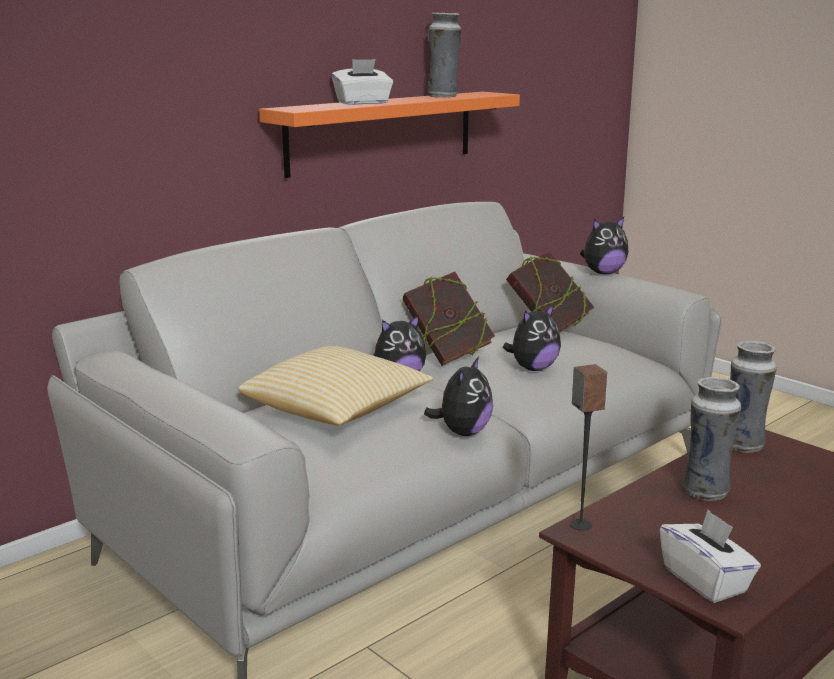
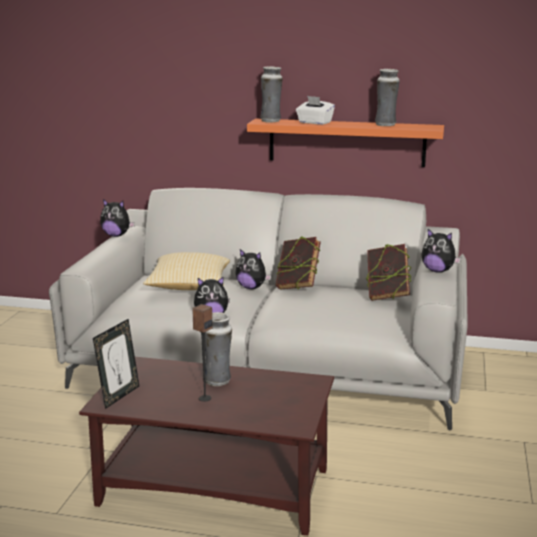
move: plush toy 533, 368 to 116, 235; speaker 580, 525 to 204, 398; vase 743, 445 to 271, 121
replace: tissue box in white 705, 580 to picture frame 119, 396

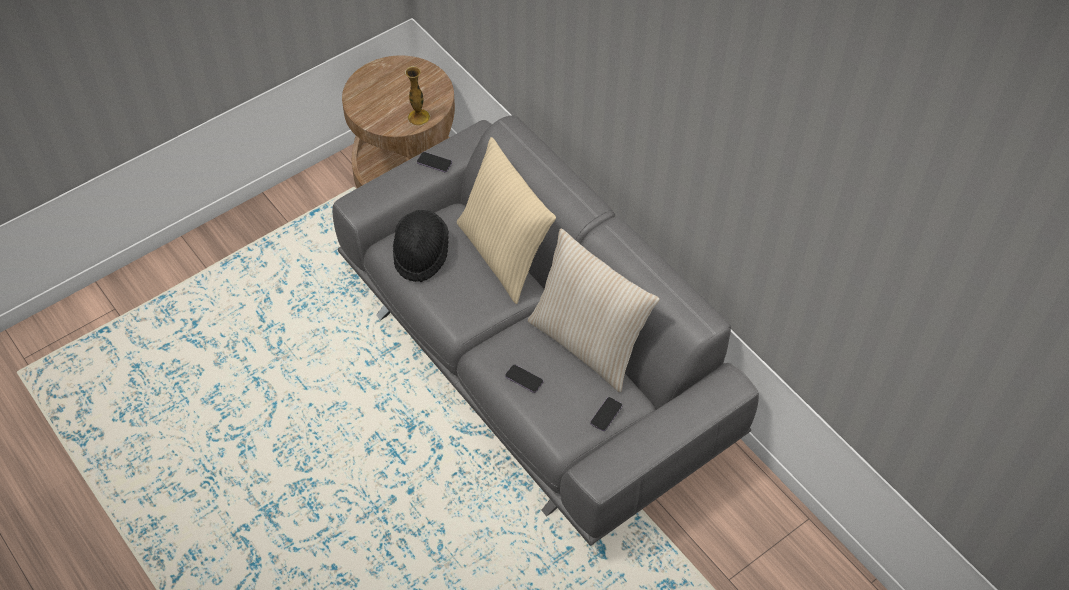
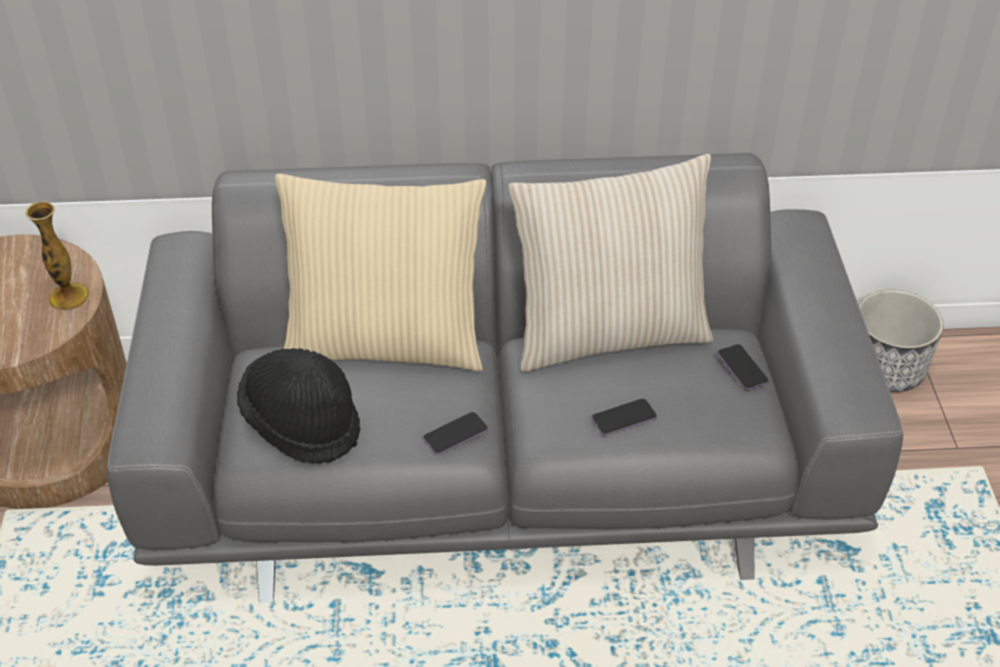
insert: planter 885, 368
move: phone 434, 163 to 455, 435

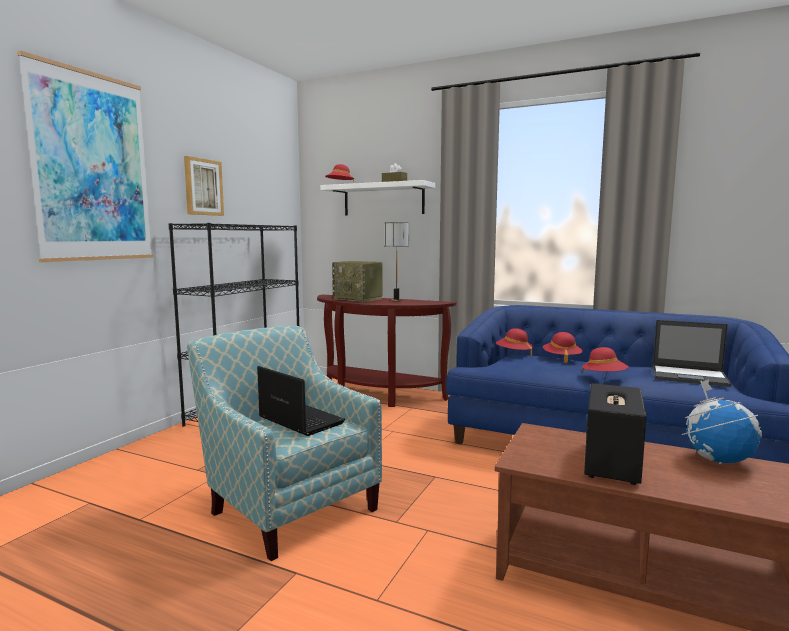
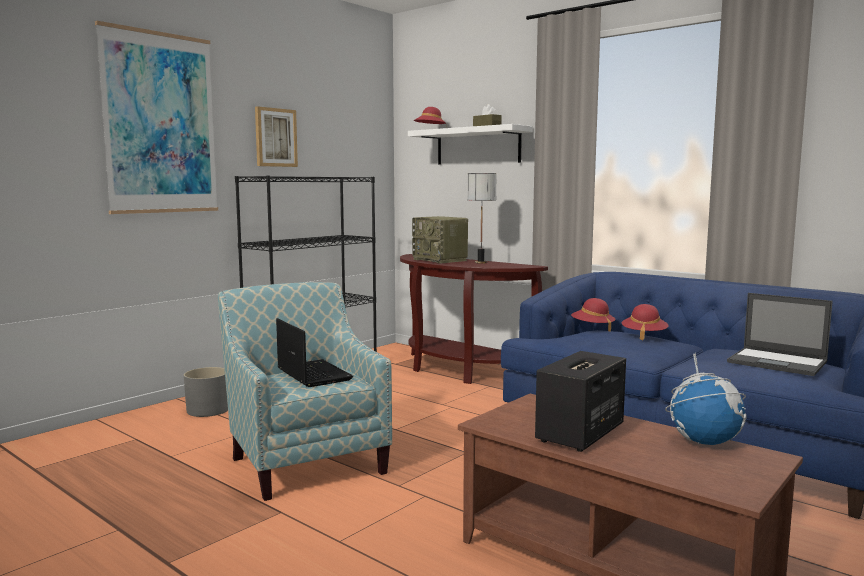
delete: hat in red 604, 377
insert: planter in grey 208, 410

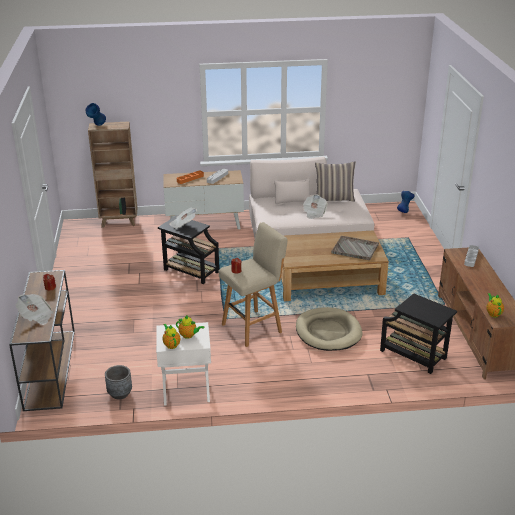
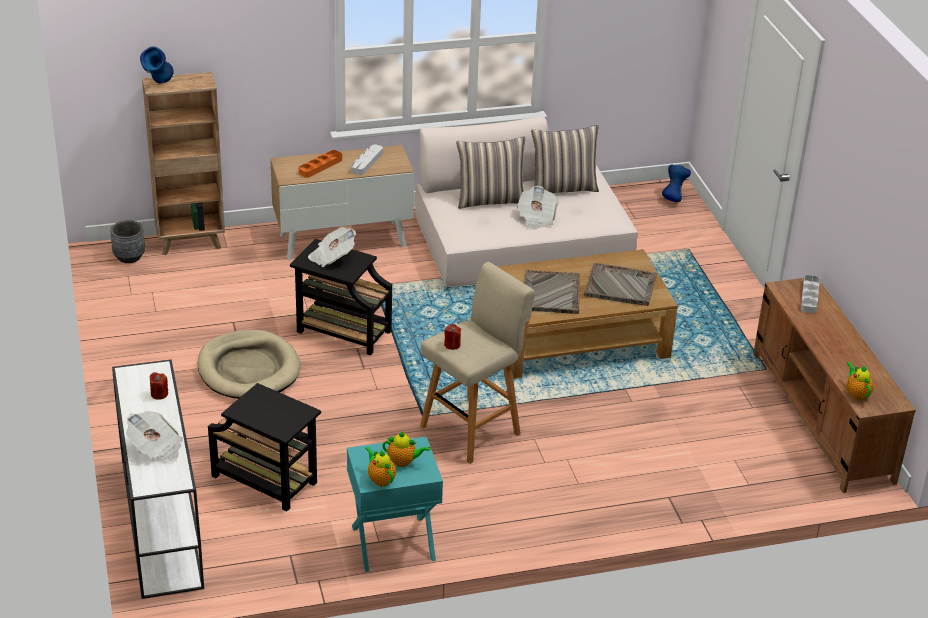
insert: pillow 490, 200; tray in grey 551, 294
move: planter in grey 119, 393 to 129, 257; dog bed in beige 328, 332 to 248, 369; side table in black 414, 355 to 267, 481
recolor: console table in brown 50, 368 to console table in white 161, 522; nightstand in white 186, 390 to nightstand in turquoise 393, 544

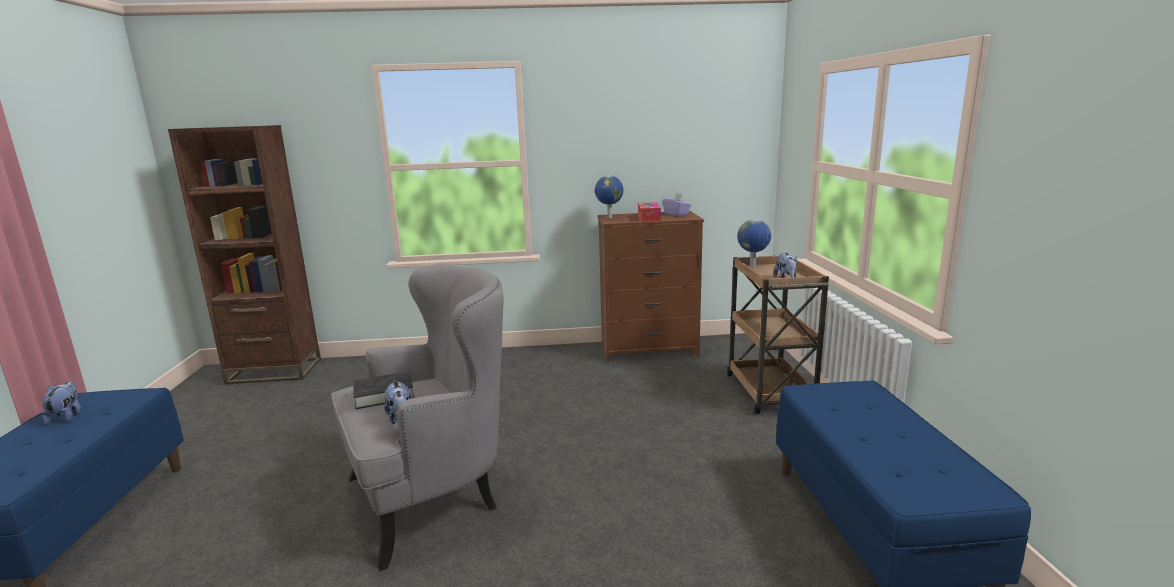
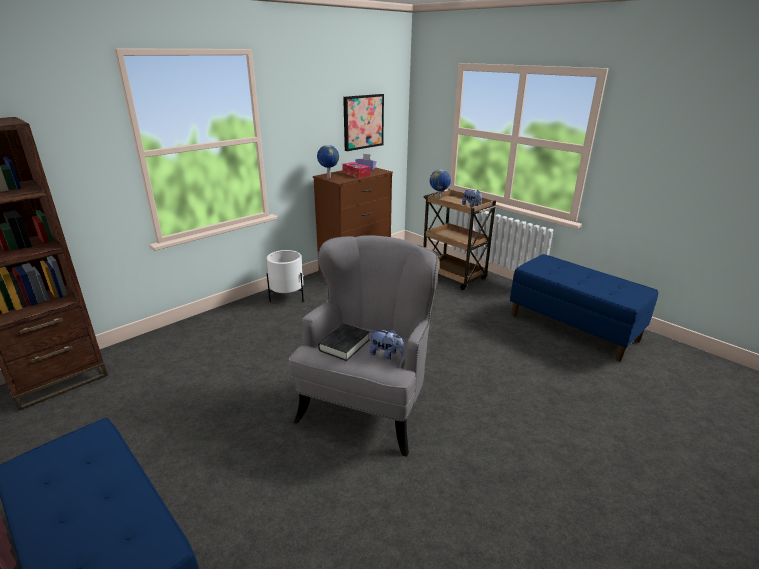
delete: plush toy 66, 417
insert: planter in white 287, 297; picture 363, 122

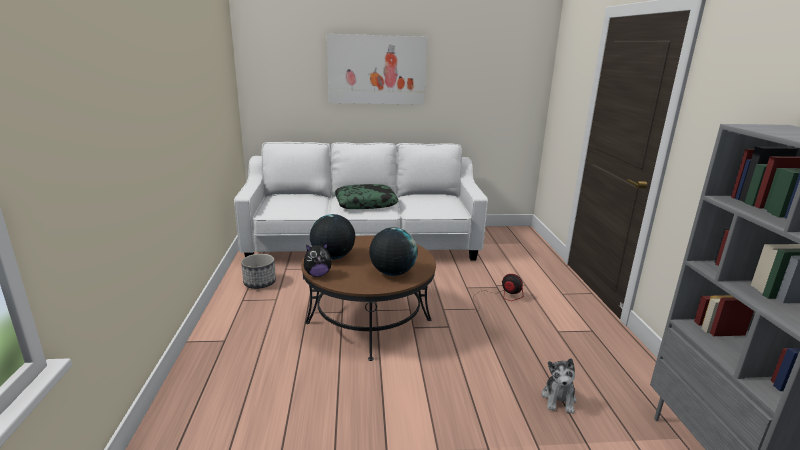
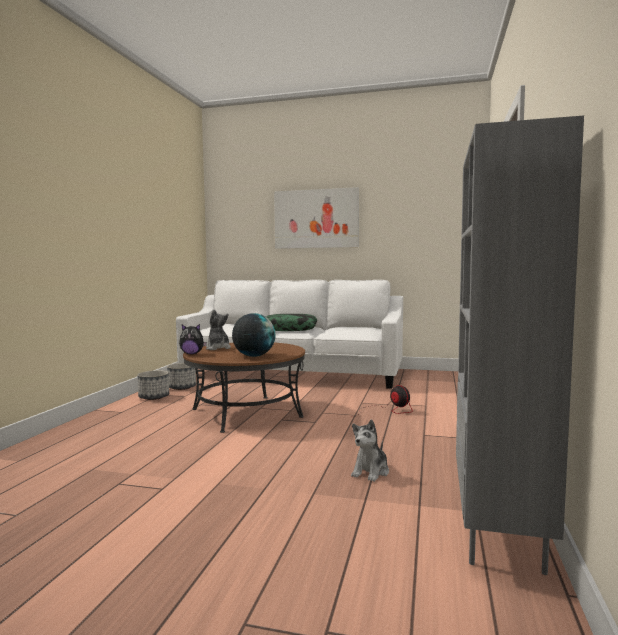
insert: planter 154, 397
replace: globe 333, 257 to plush toy 218, 348

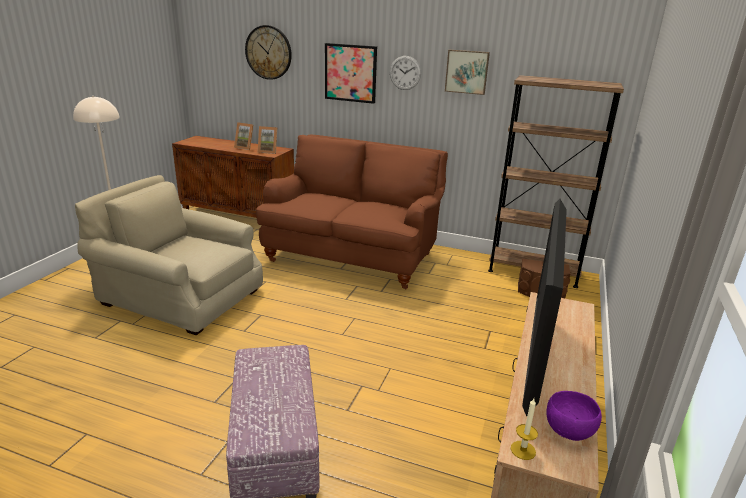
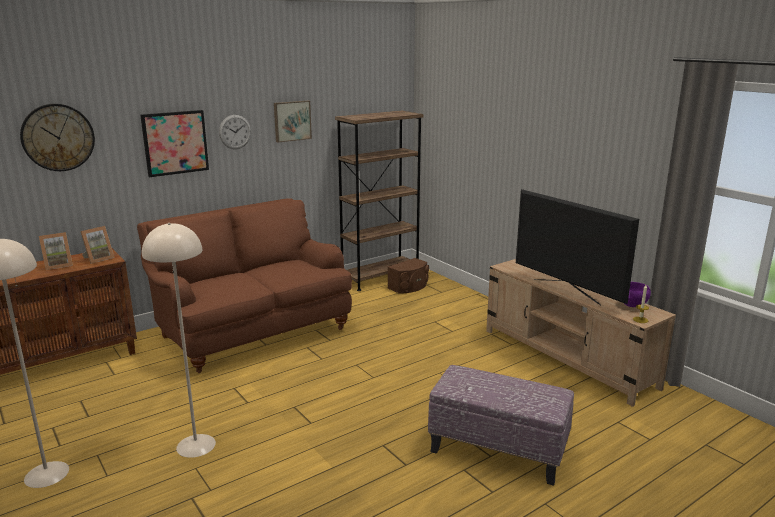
replace: armchair in beige 181, 297 to floor lamp in beige 195, 445

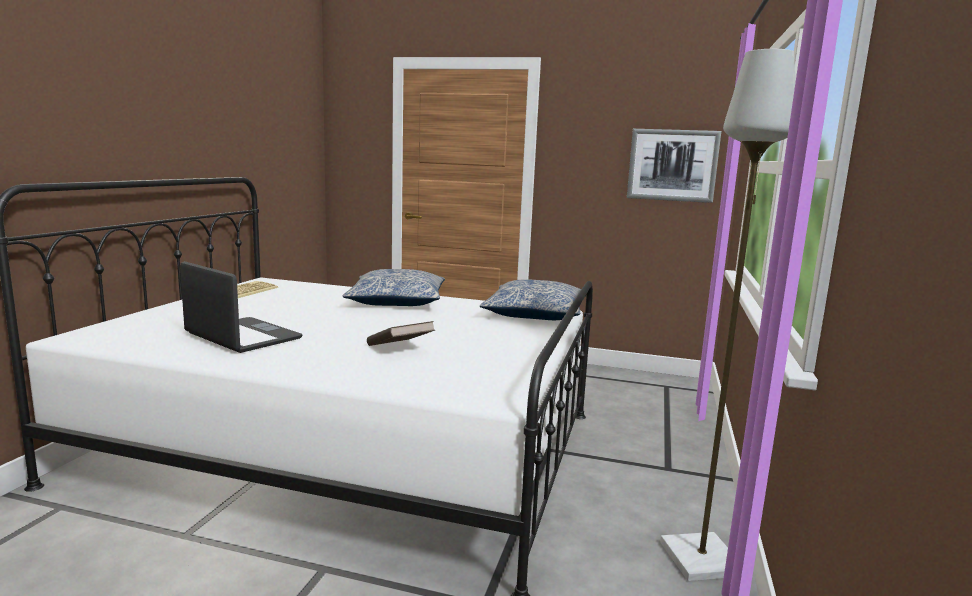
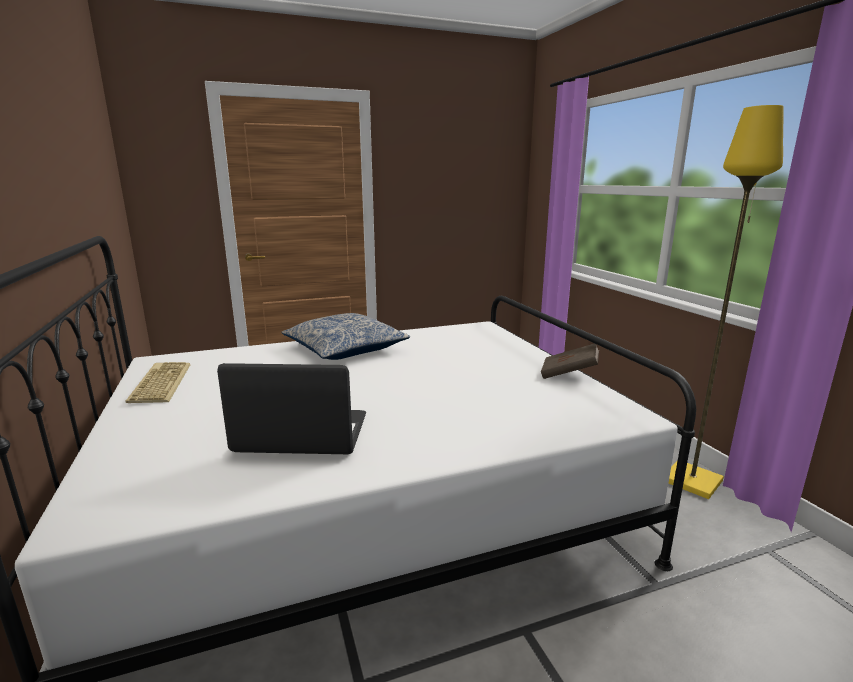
delete: pillow 535, 314; picture 672, 165
move: book in brown 399, 349 to 569, 374
recolor: floor lamp in grey 703, 559 to floor lamp in yellow 693, 480

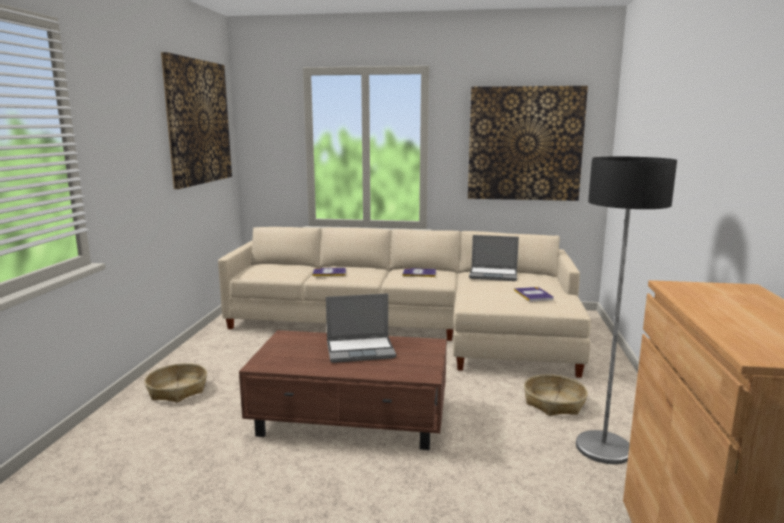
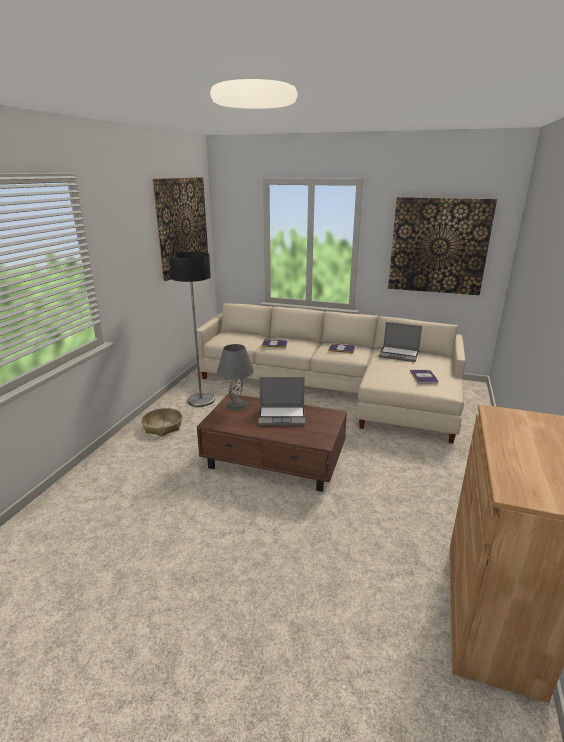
delete: basket 554, 403
insert: table lamp in grey 236, 405
move: floor lamp 602, 448 to 201, 400

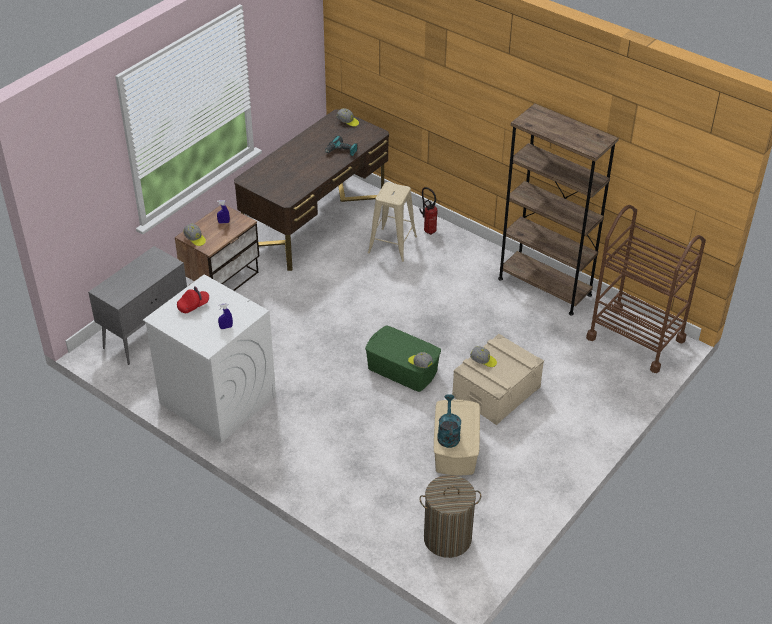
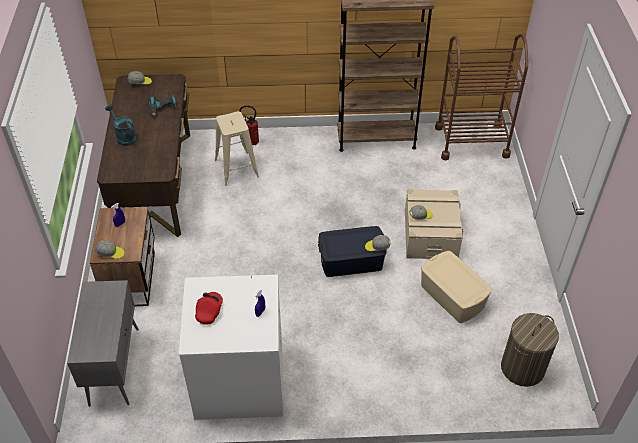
move: watering can in turquoise 448, 434 to 124, 136
recolor: storage box in green 402, 370 to storage box in blue 351, 261

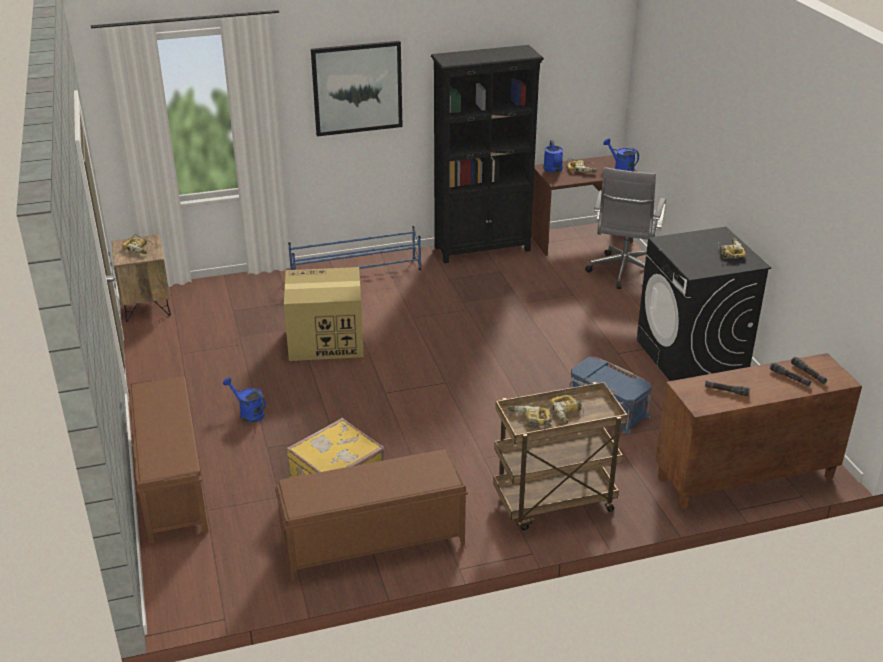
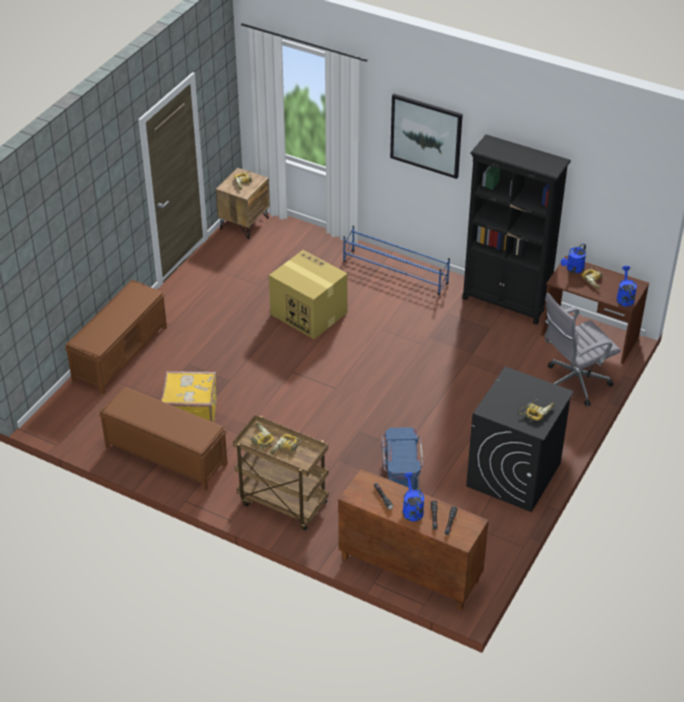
move: watering can in blue 248, 413 to 411, 509

